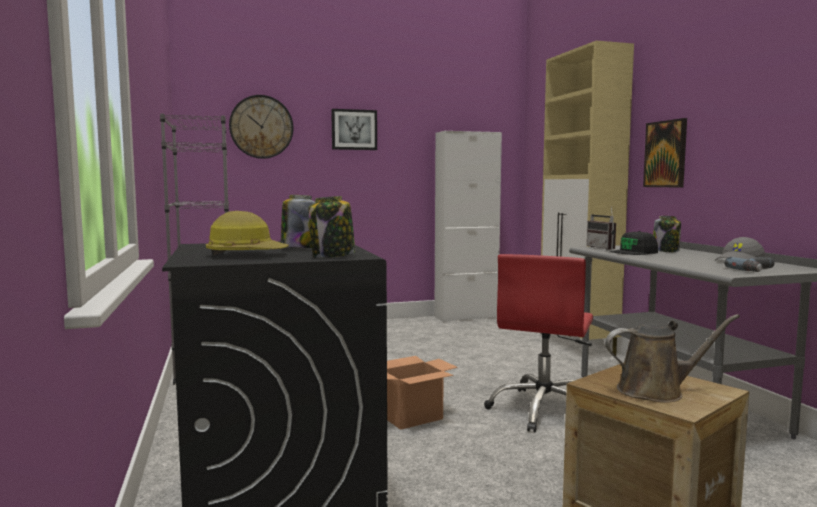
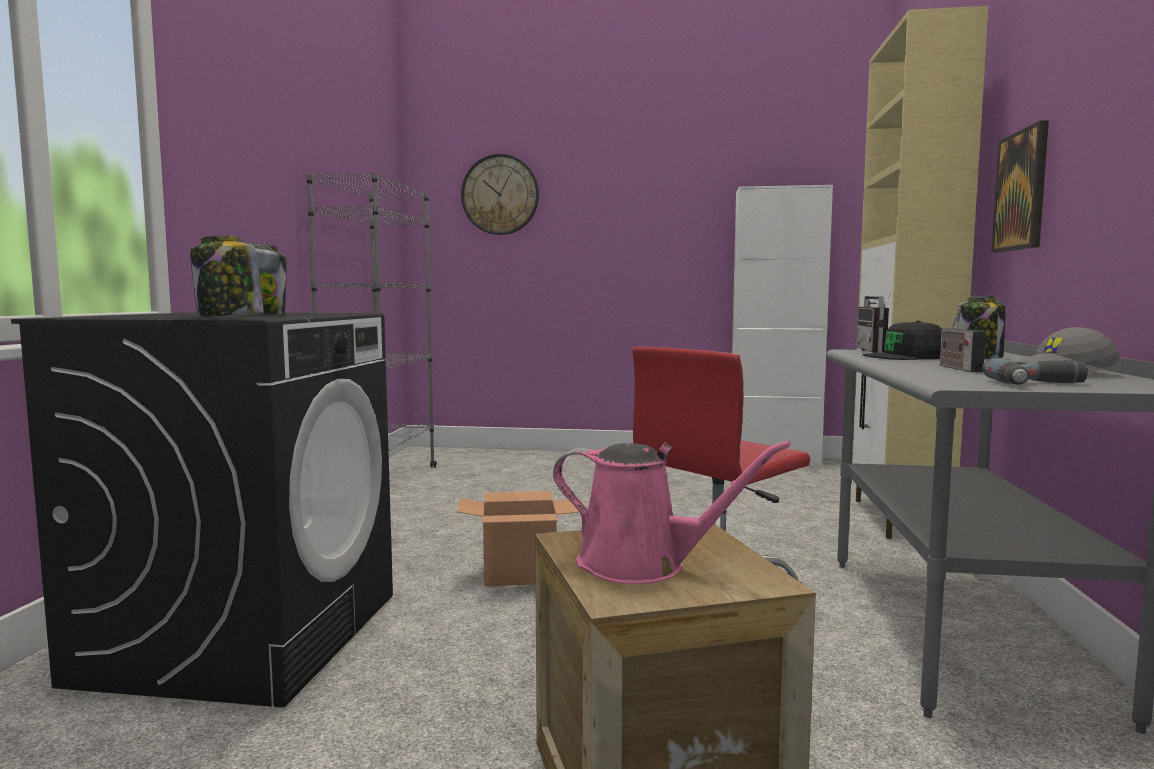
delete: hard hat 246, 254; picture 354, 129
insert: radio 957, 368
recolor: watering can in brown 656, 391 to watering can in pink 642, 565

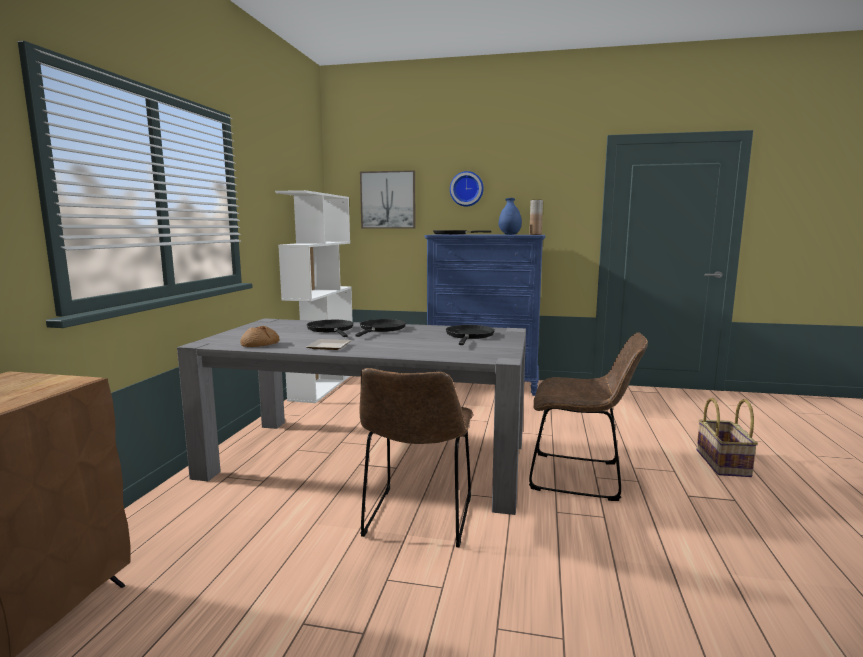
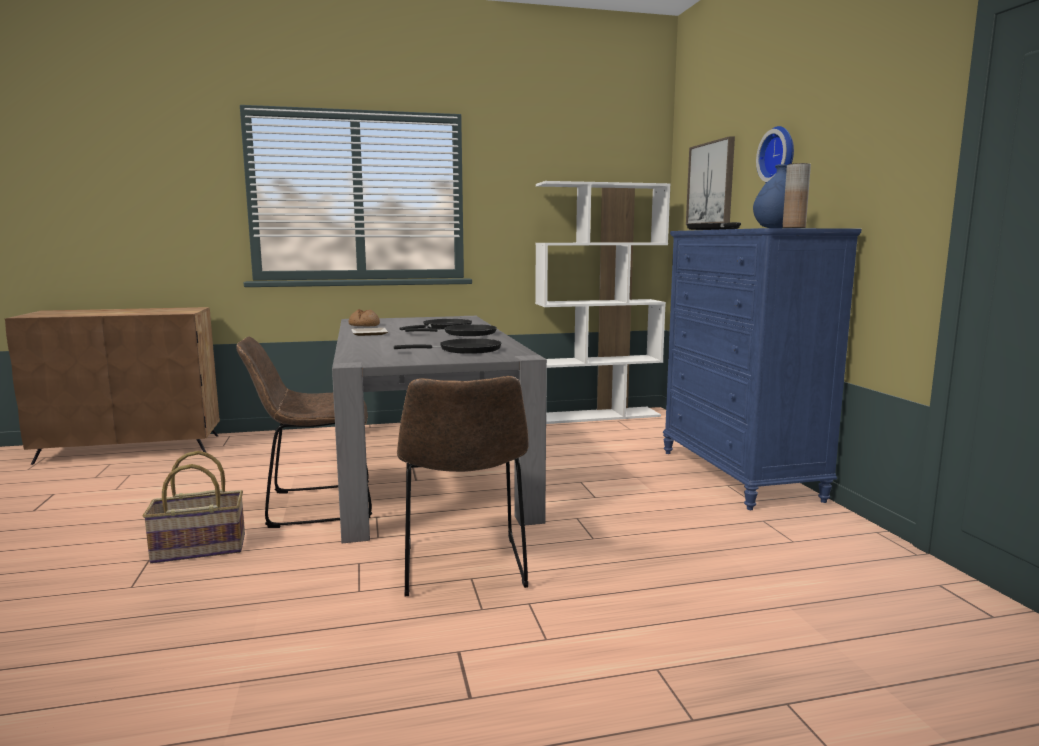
move: basket 723, 463 to 198, 549

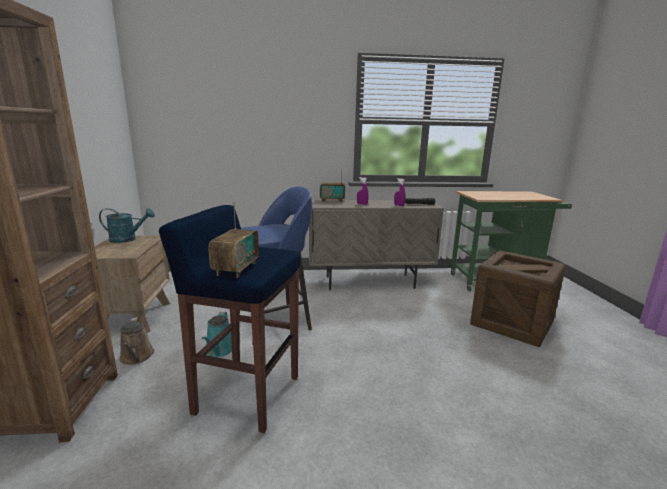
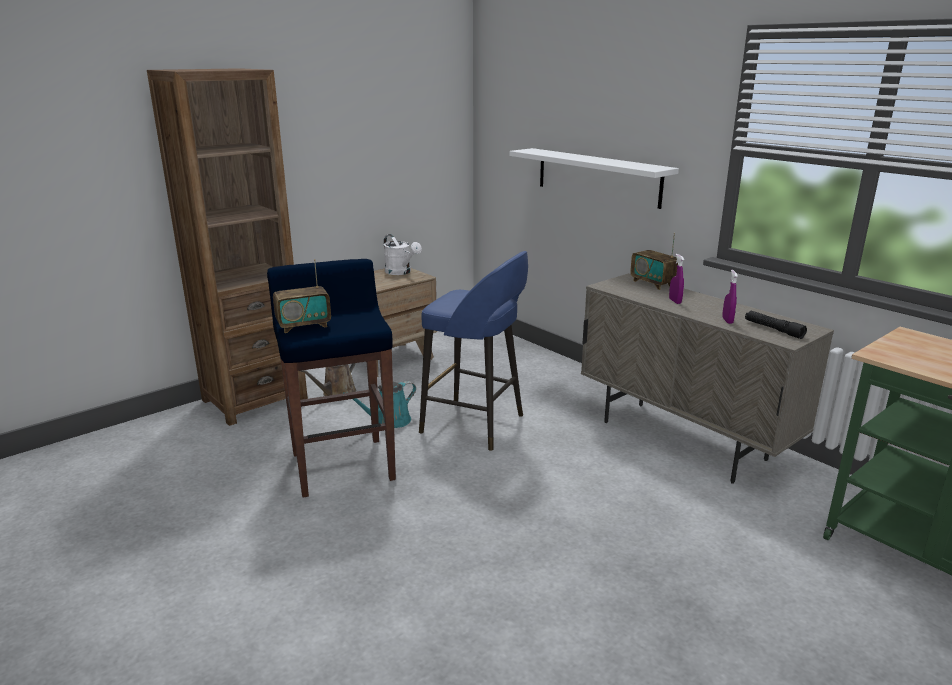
delete: crate 511, 323
insert: shelf in white 597, 177
recolor: watering can in turquoise 128, 239 to watering can in white 401, 272

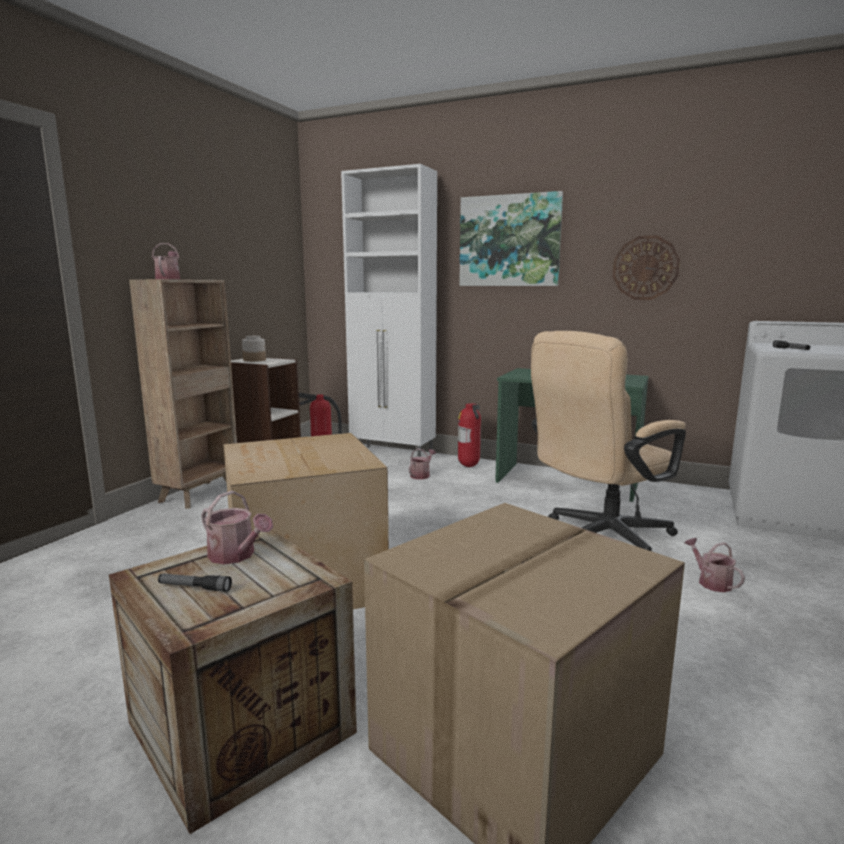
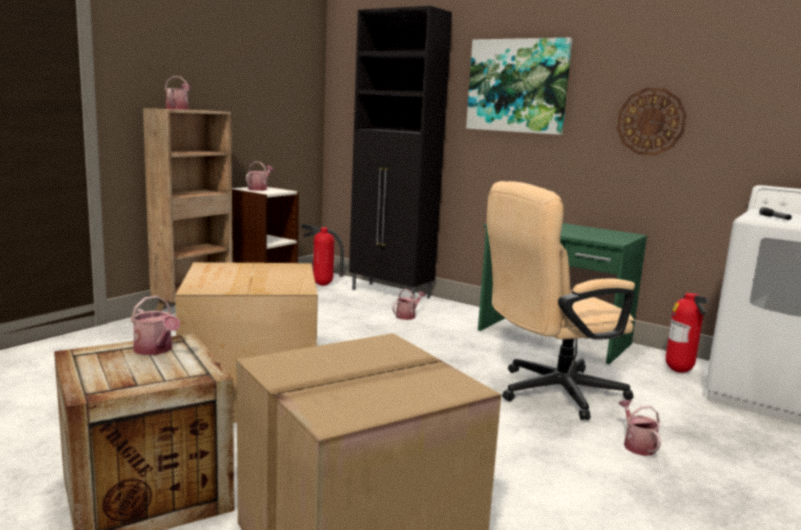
delete: flashlight 194, 588
move: fire extinguisher 469, 466 to 679, 371
replace: jar 255, 360 to watering can 259, 189
recolor: cabinet in white 393, 454 to cabinet in black 391, 294

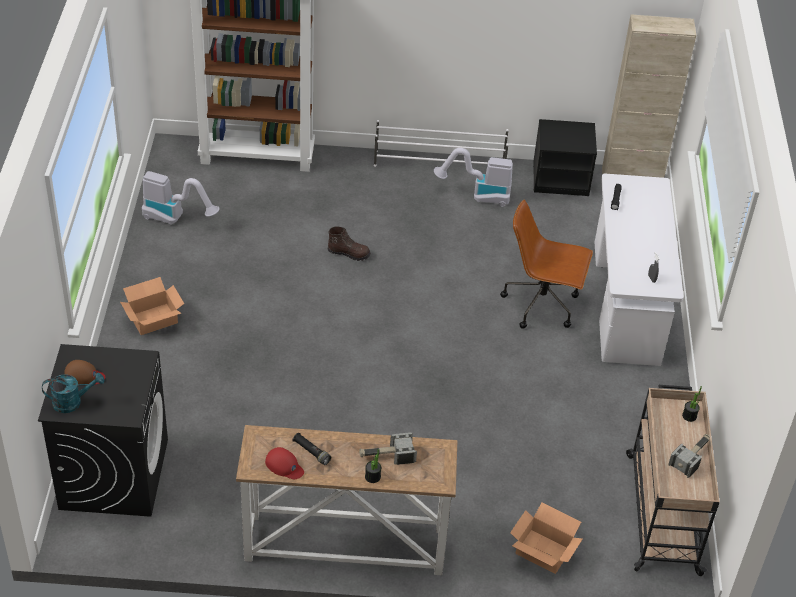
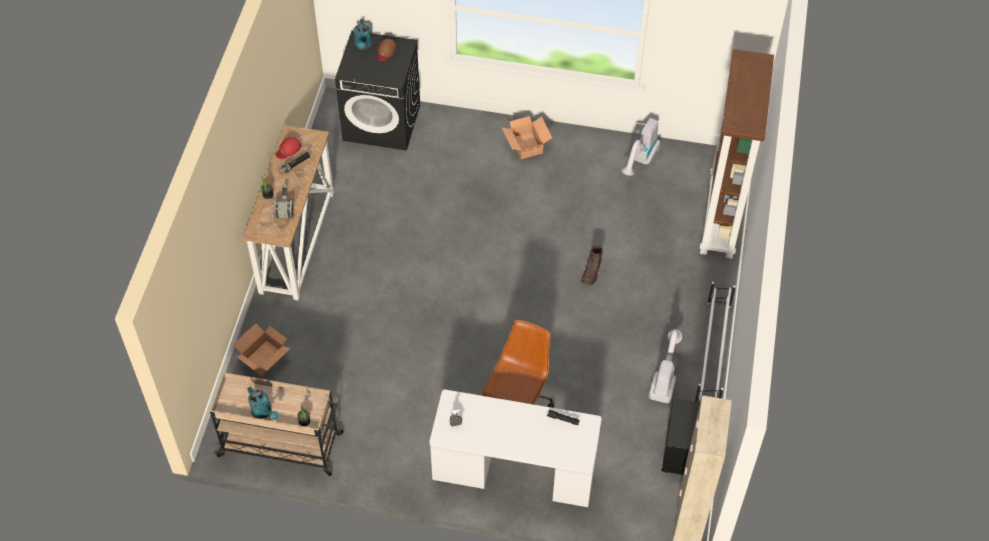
replace: hammer 692, 457 to watering can in turquoise 264, 412

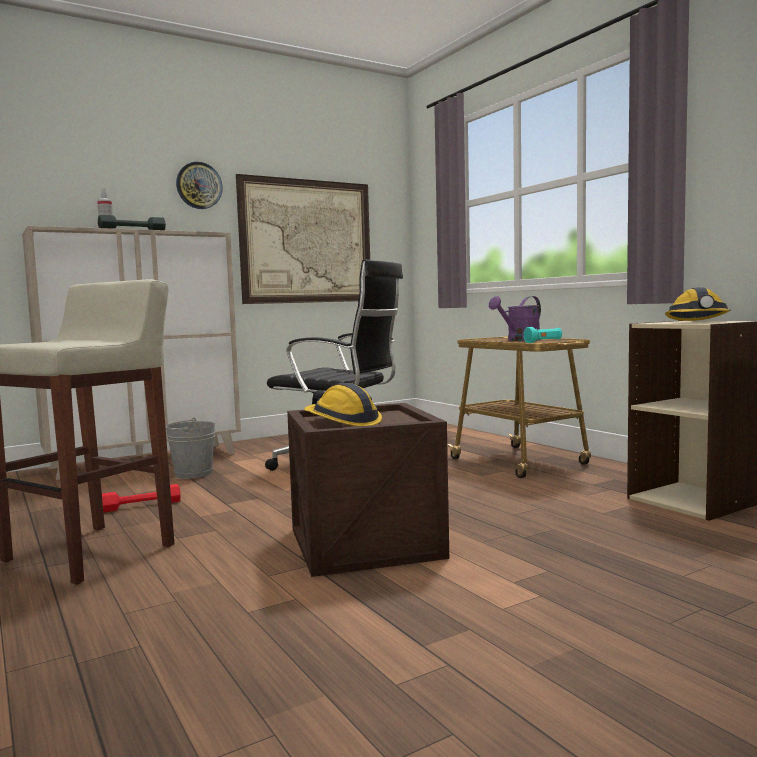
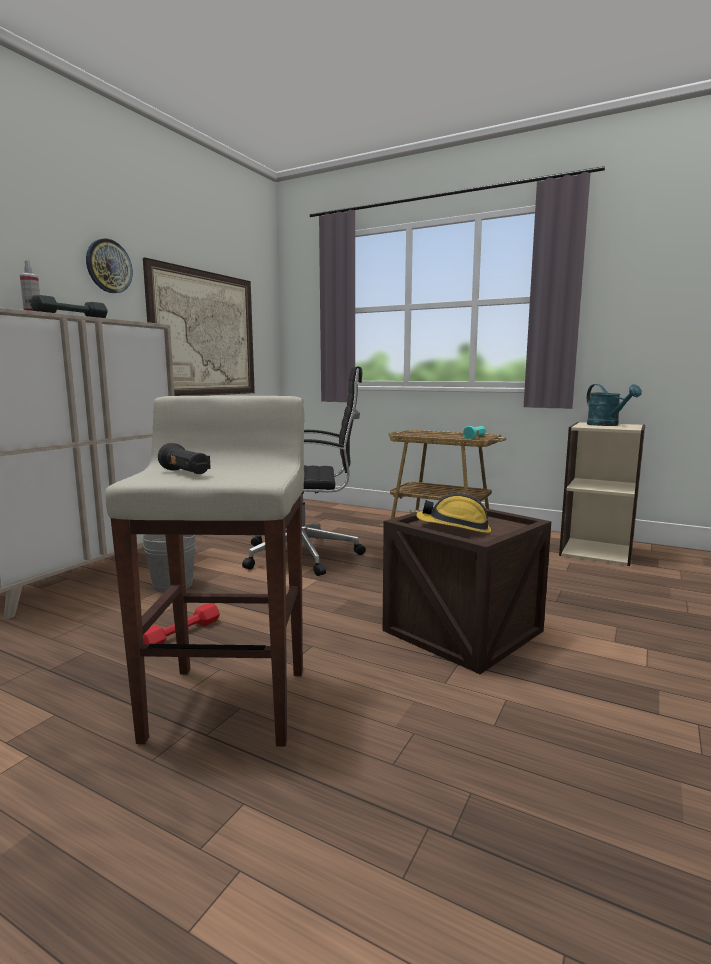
delete: watering can in purple 519, 340
insert: flashlight in black 185, 473
replace: hard hat 698, 321 to watering can in turquoise 607, 425

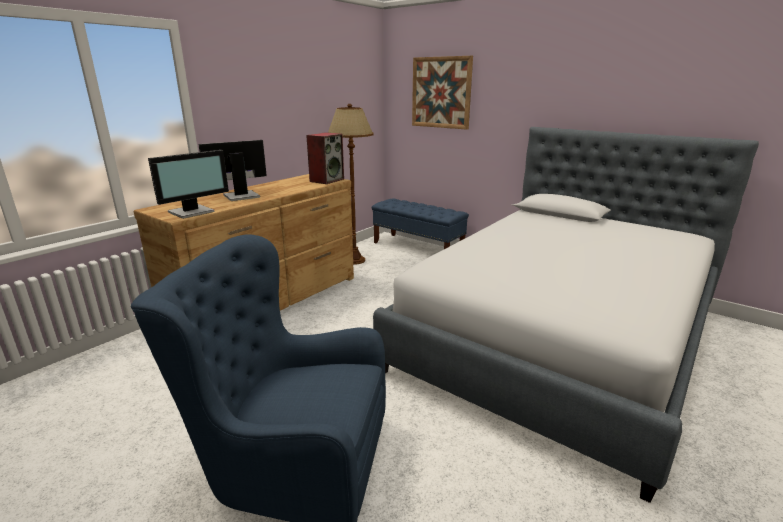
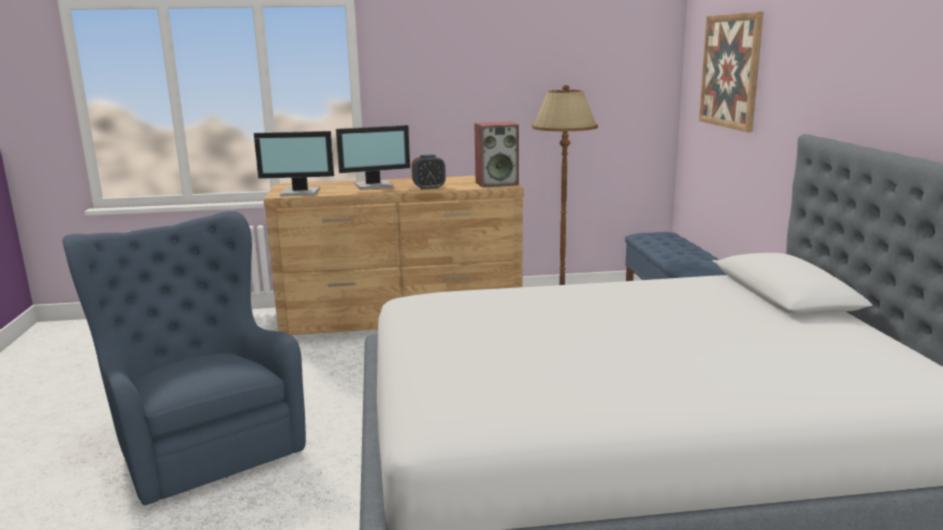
insert: alarm clock 429, 188
rotate: monitor 240, 196 = 374, 185 150 degrees clockwise

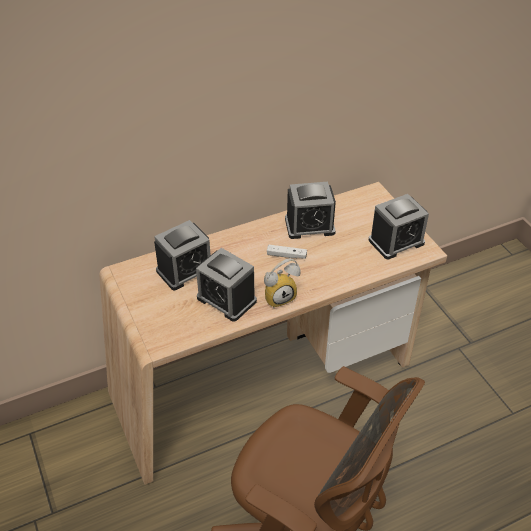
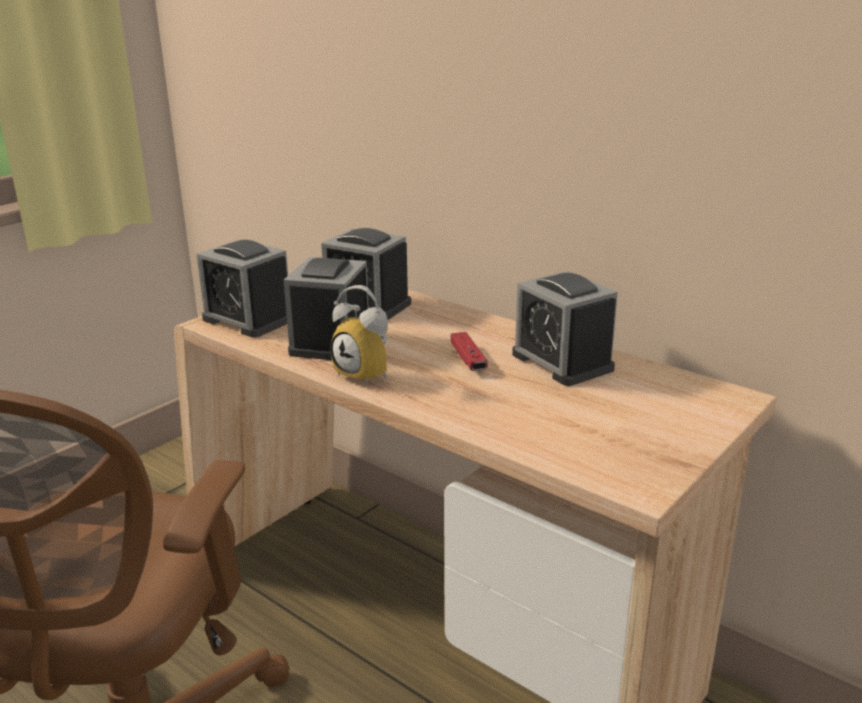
move: alarm clock 396, 241 to 248, 319
recolor: game controller in white 286, 255 to game controller in red 468, 360

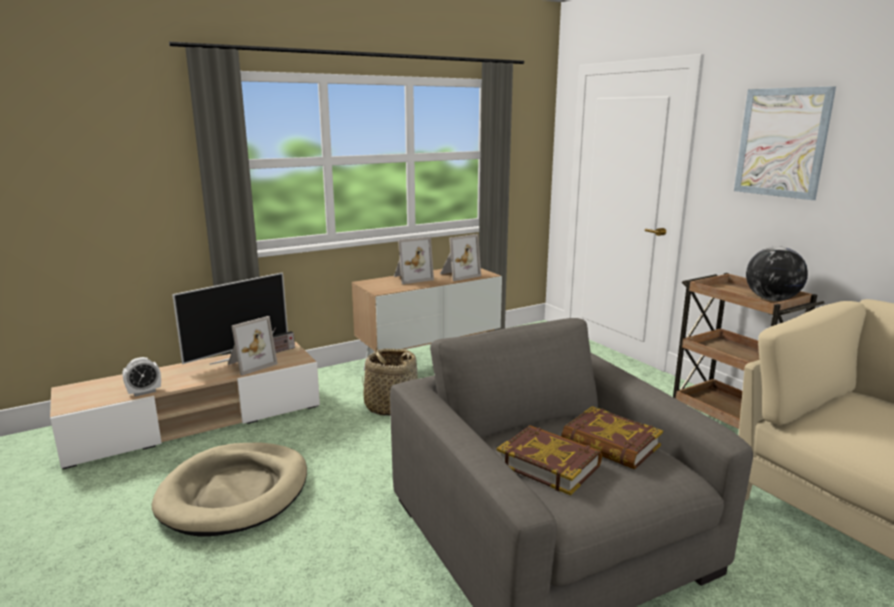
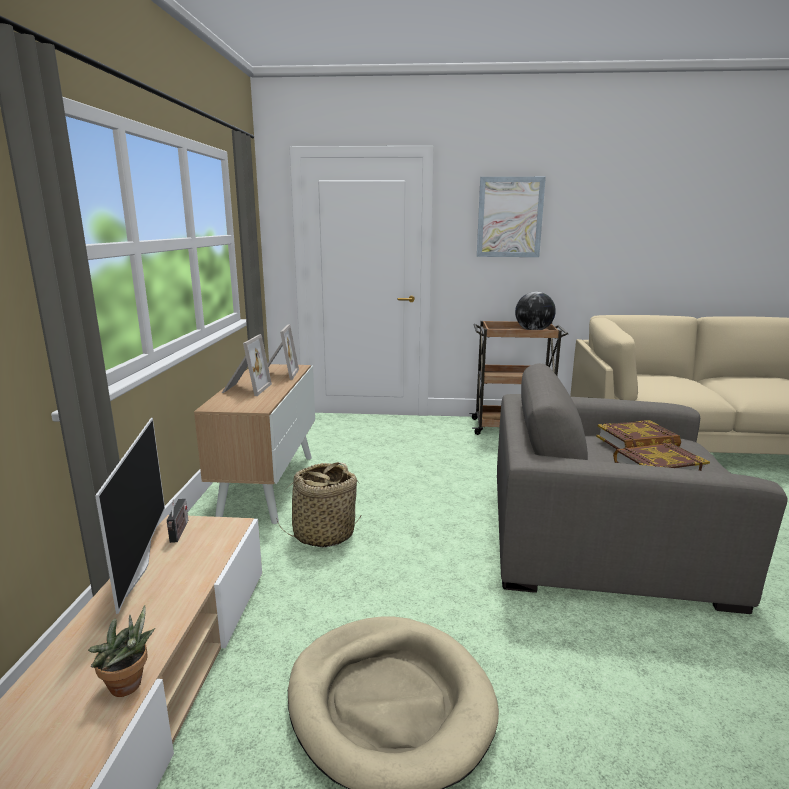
delete: picture frame 250, 364
replace: alarm clock 144, 392 to potted plant 129, 687

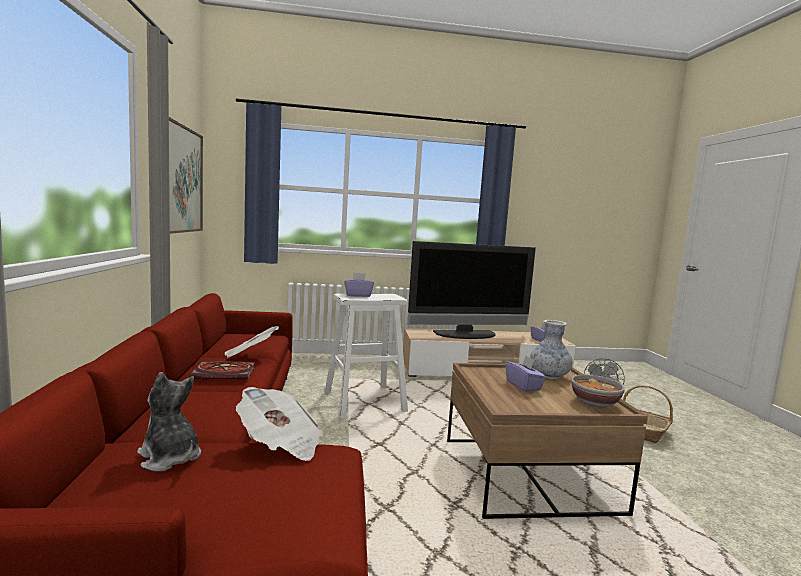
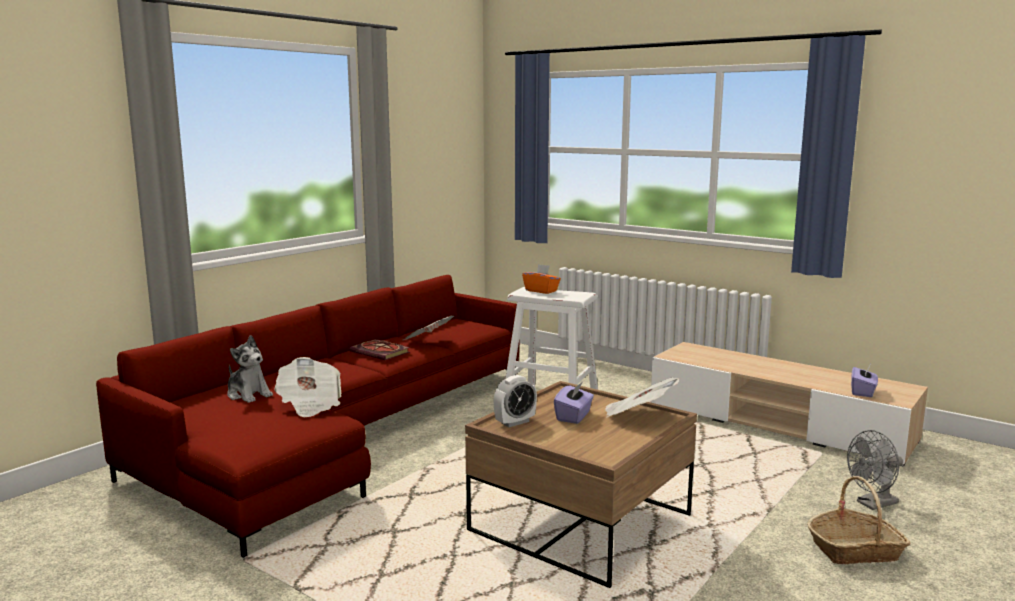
delete: picture 181, 180; television 466, 335; bowl 594, 403
insert: alarm clock 515, 422
replace: vase 549, 375 to newspaper 638, 416
recolor: tissue box in purple 358, 295 to tissue box in orange 541, 291
rotate: plush toy 170, 457 = 248, 394 135 degrees clockwise

